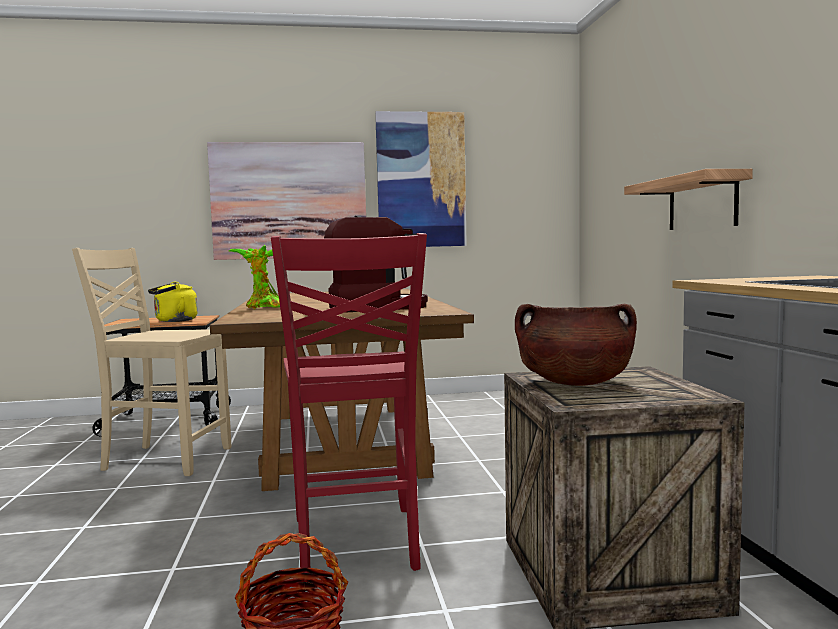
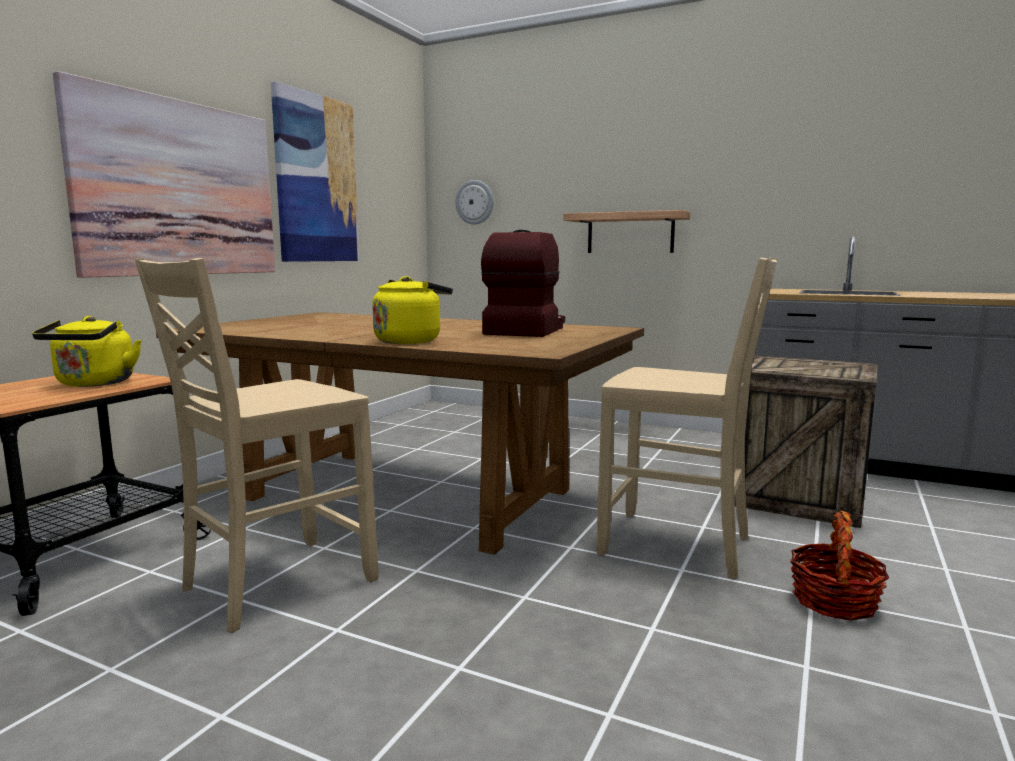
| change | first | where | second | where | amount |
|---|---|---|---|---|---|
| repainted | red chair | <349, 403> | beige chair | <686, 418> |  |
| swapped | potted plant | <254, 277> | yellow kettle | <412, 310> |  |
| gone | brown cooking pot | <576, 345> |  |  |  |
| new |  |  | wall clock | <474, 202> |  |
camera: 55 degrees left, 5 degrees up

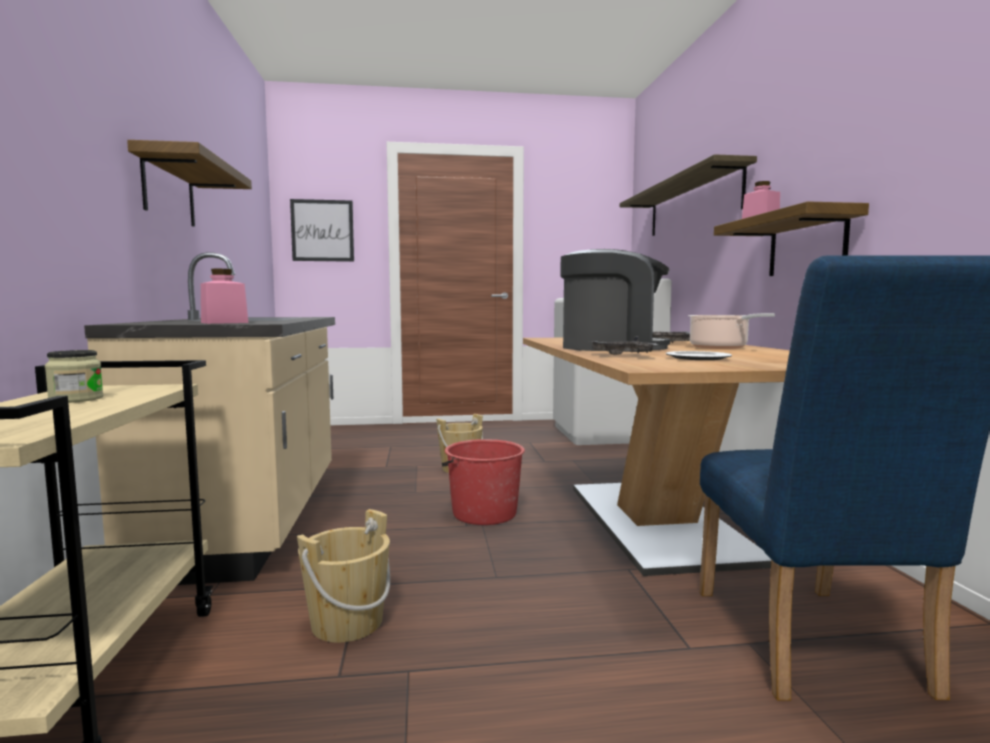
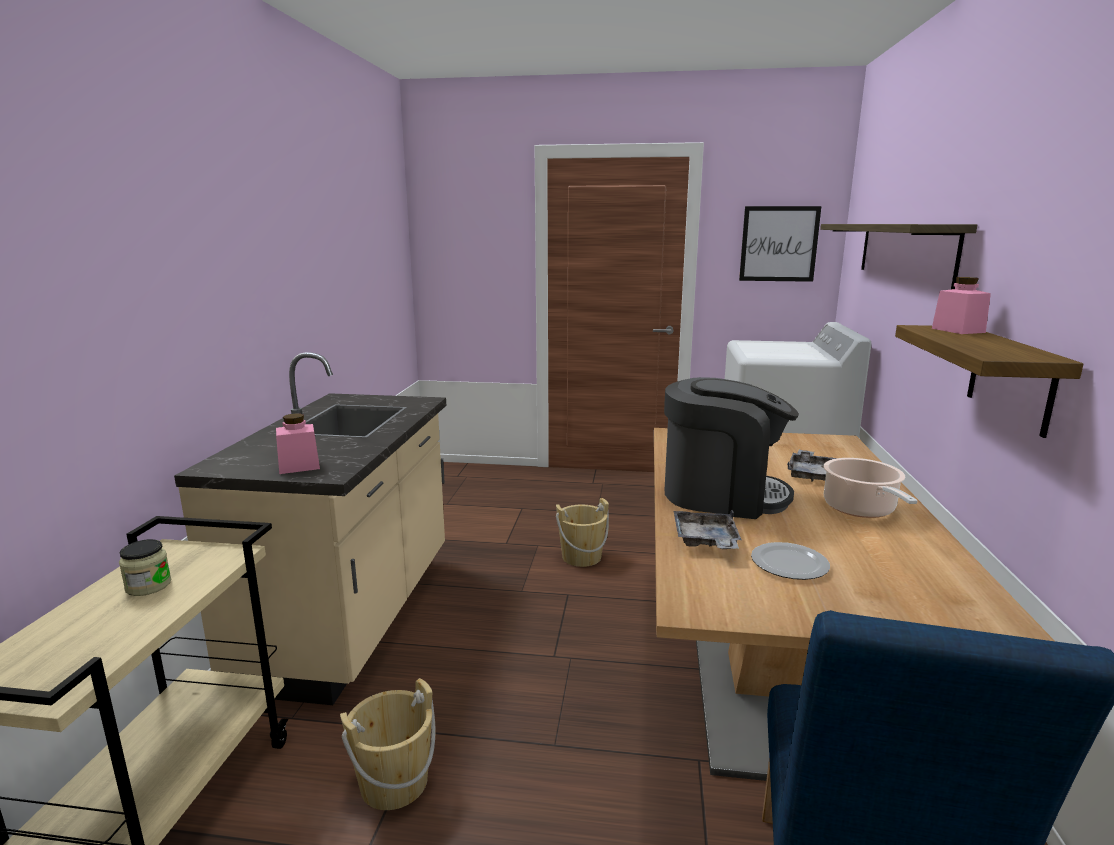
| change | first | where | second | where | amount |
|---|---|---|---|---|---|
| gone | shelf | <189, 183> |  |  |  |
| shifted | picture | <322, 230> |  | <780, 244> |  |
| gone | red bucket | <483, 482> |  |  |  |
camera: 15 degrees right, 10 degrees up

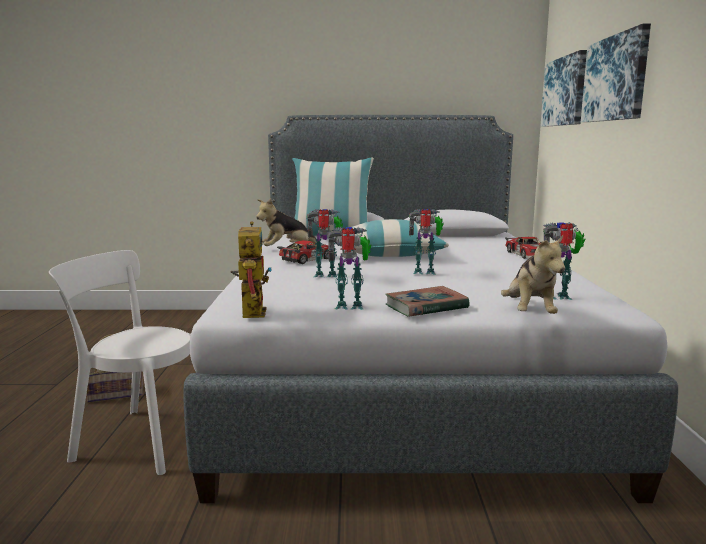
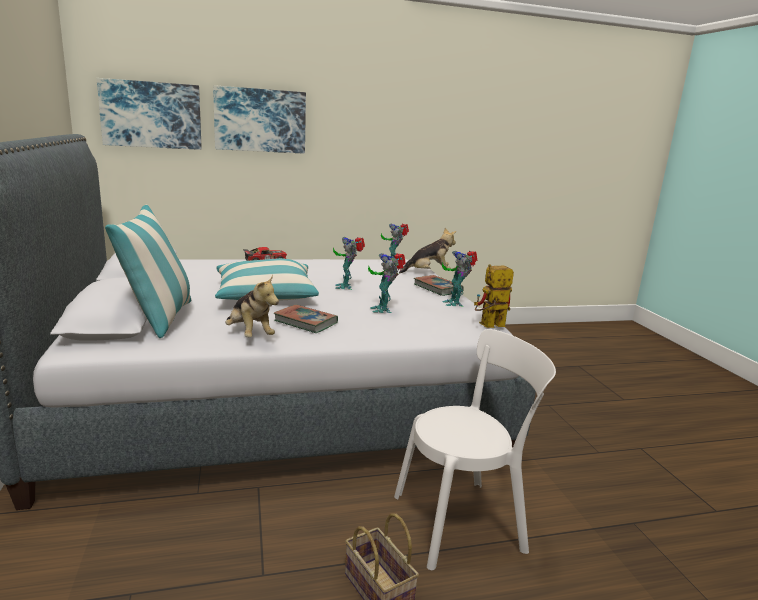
| change | first | where | second | where | amount |
|---|---|---|---|---|---|
| swapped | toy car | <306, 252> | book | <306, 319> |  |
| rotated | white chair | <123, 362> |  | <475, 449> | 105 degrees counterclockwise |
camera: 105 degrees left, 5 degrees up

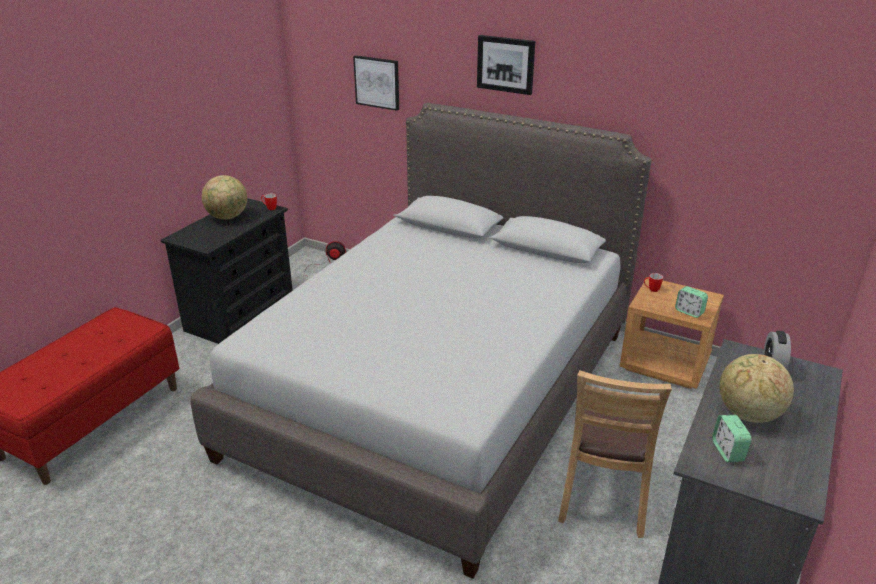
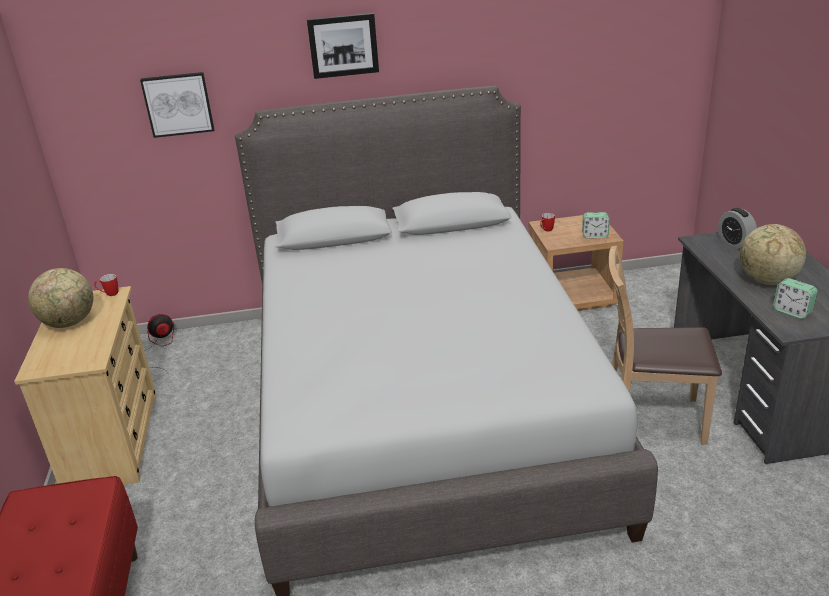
| change | first | where | second | where | amount |
|---|---|---|---|---|---|
| repainted | black dresser | <227, 271> | beige dresser | <85, 385> |  |
| rotated | brown chair | <615, 454> |  | <665, 345> | 120 degrees clockwise |
camera: 35 degrees left, 0 degrees up

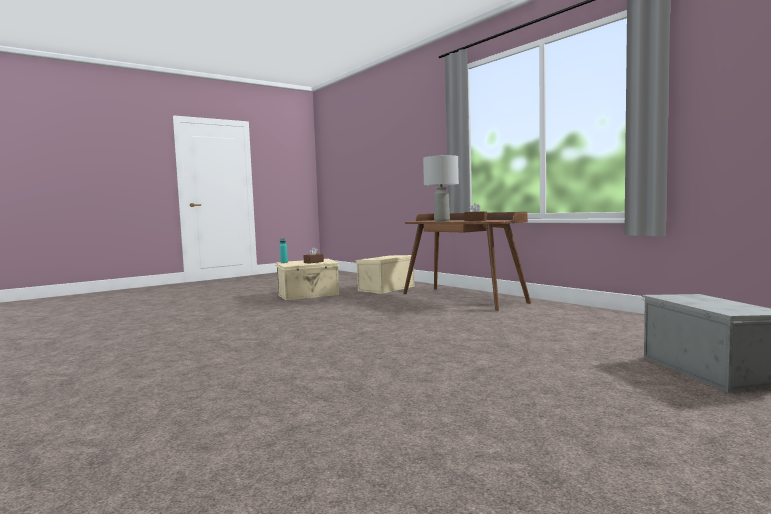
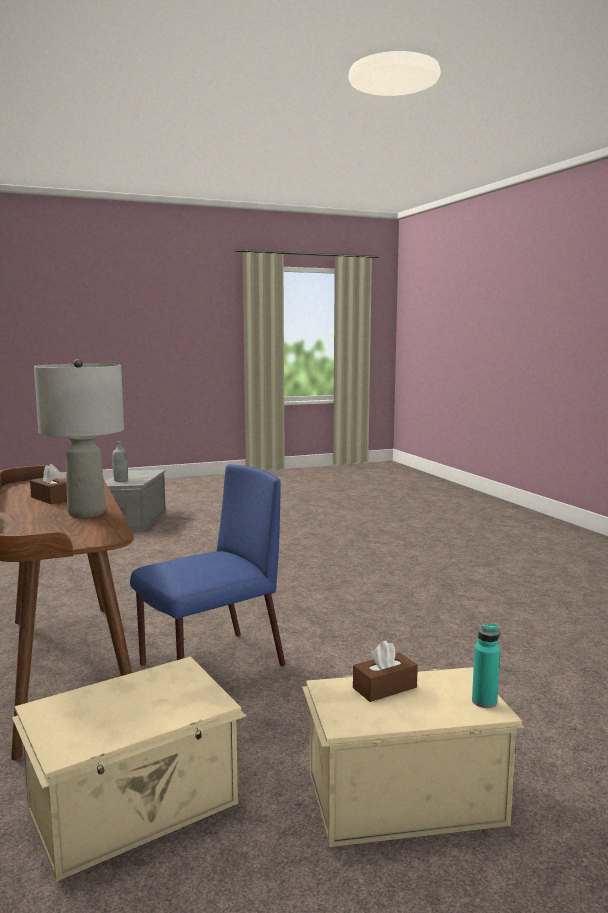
| change | first | where | second | where | amount |
|---|---|---|---|---|---|
| new |  |  | grey bottle | <120, 461> |  |
| new |  |  | blue chair | <207, 565> |  |
camera: 165 degrees left, 5 degrees up

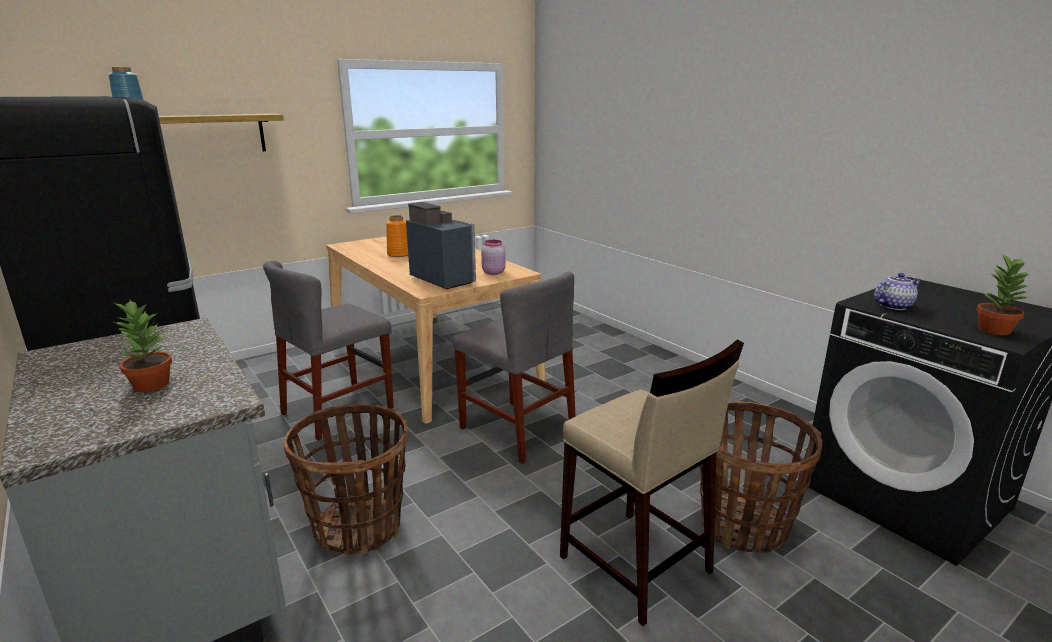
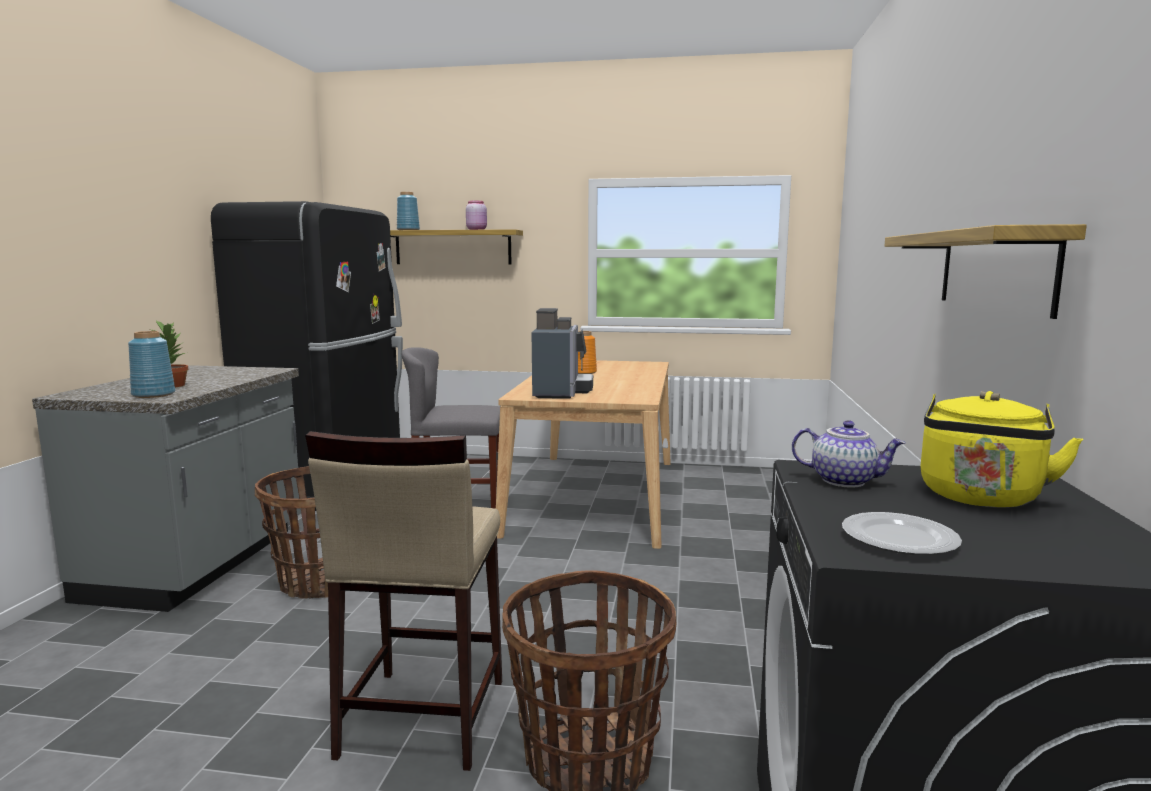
| change | first | where | second | where | amount |
|---|---|---|---|---|---|
| shifted | pink jar | <493, 257> |  | <476, 215> |  |
| swapped | potted plant | <1002, 294> | plate | <902, 533> |  |
| gone | grey chair | <514, 367> |  |  |  |
| new |  |  | shelf | <985, 271> |  |
| new |  |  | blue vase | <151, 364> |  |
| new |  |  | yellow kettle | <1002, 449> |  |
camera: 45 degrees right, 10 degrees down

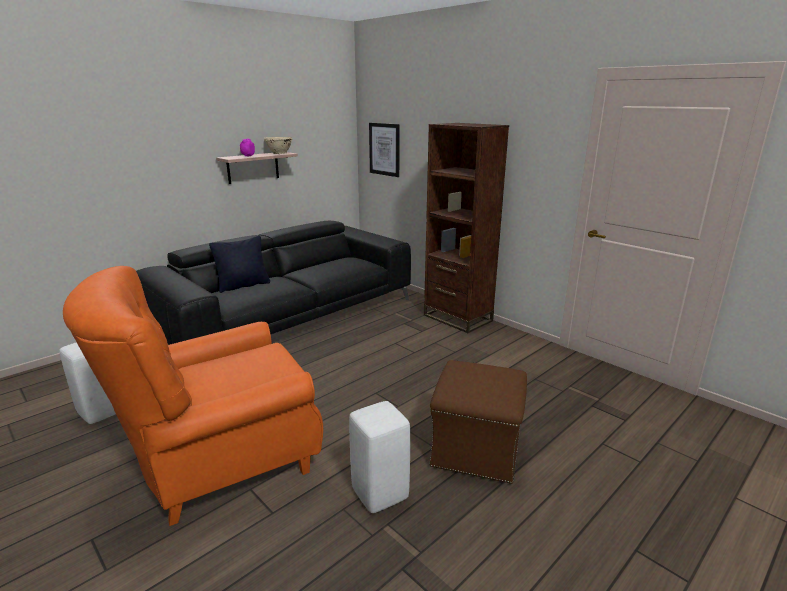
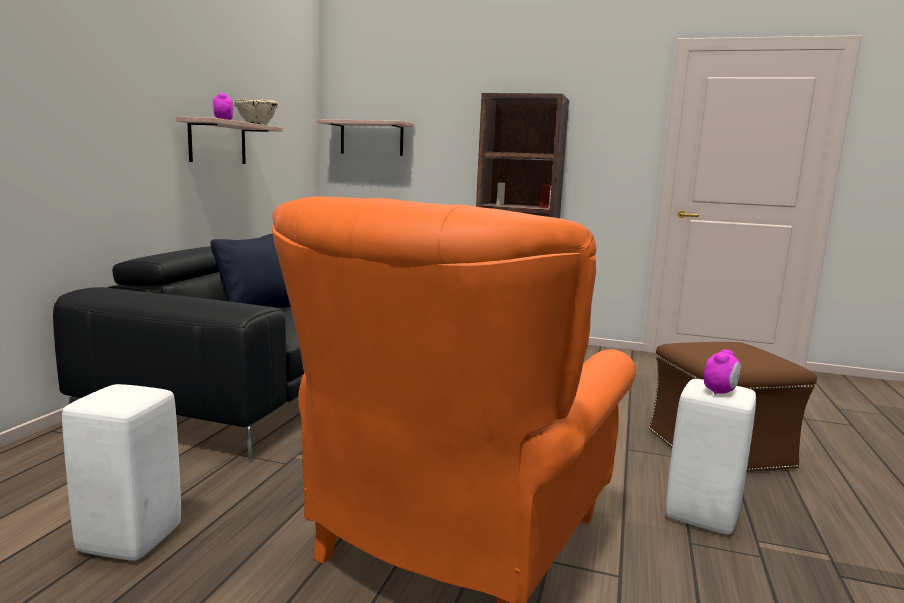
| change | first | where | second | where | amount |
|---|---|---|---|---|---|
| swapped | picture | <384, 150> | shelf | <366, 137> |  |
| new |  |  | alarm clock | <722, 372> |  |
camera: 30 degrees left, 10 degrees down

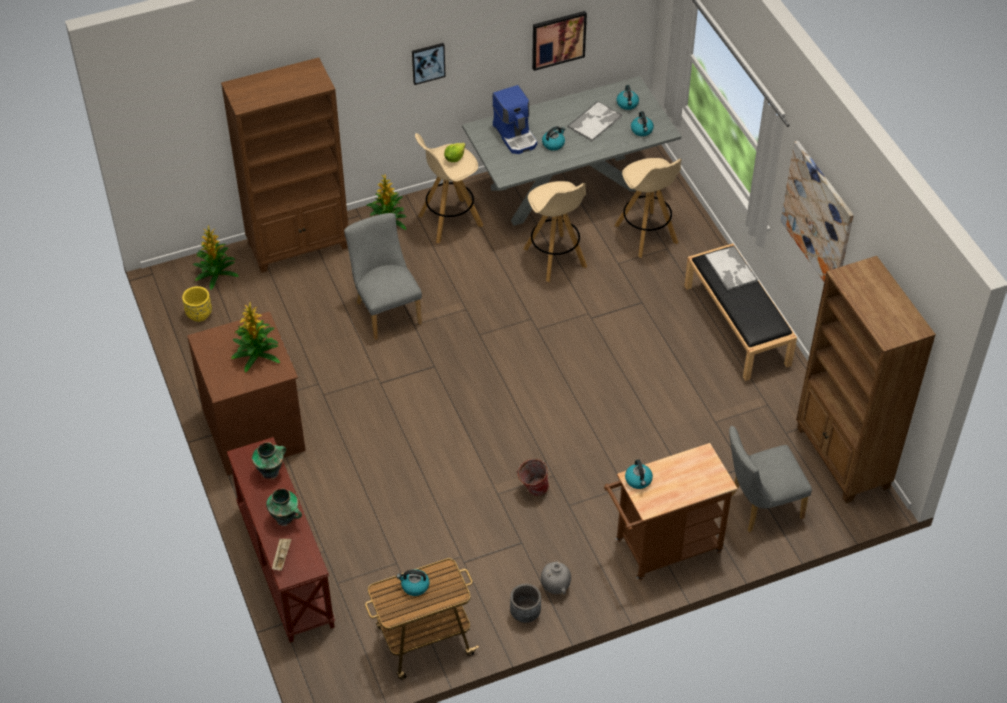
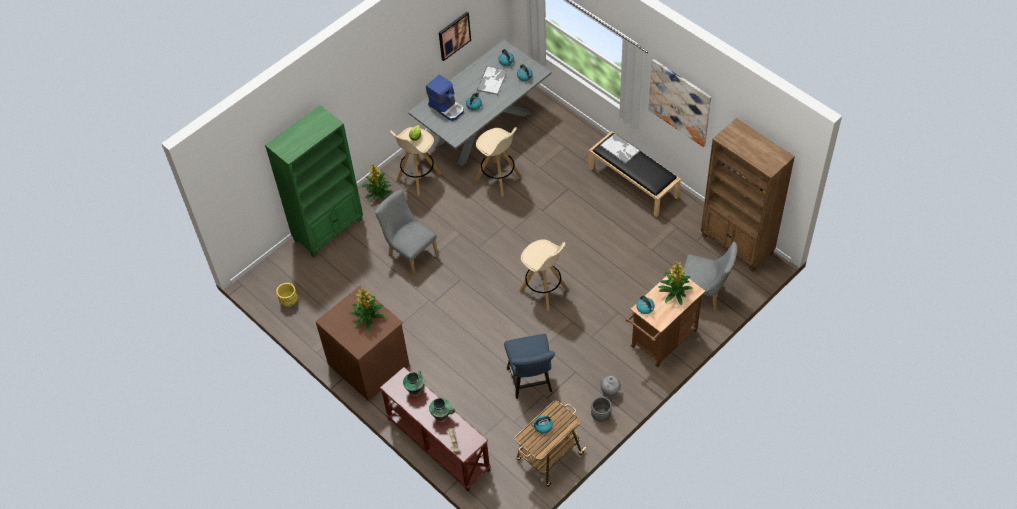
| change | first | where | second | where | amount |
|---|---|---|---|---|---|
| gone | picture | <429, 64> |  |  |  |
| repainted | brown bookcase | <284, 165> | green bookcase | <314, 181> |  |
| shifted | beige stool | <648, 208> |  | <543, 275> |  |
| shifted | potted plant | <216, 257> |  | <675, 283> |  |
| rotated | grey chair | <770, 479> |  | <710, 276> | 120 degrees counterclockwise |
| gone | bucket | <533, 477> |  |  |  |
| new |  |  | blue chair | <529, 366> |  |
camera: 20 degrees left, 5 degrees up

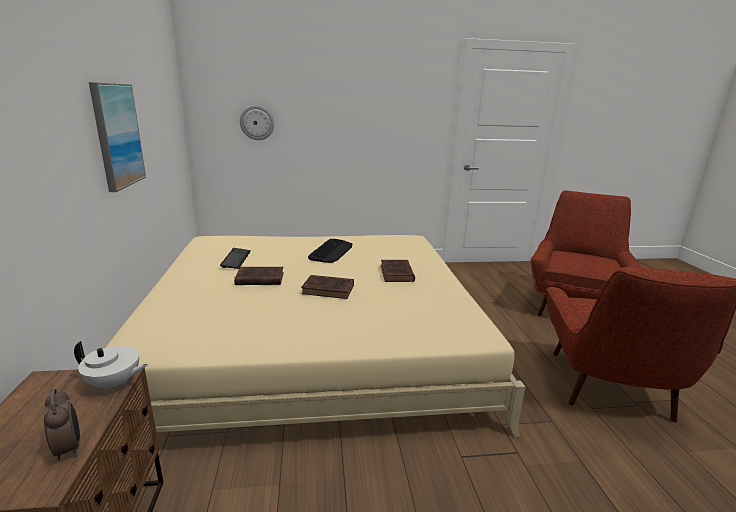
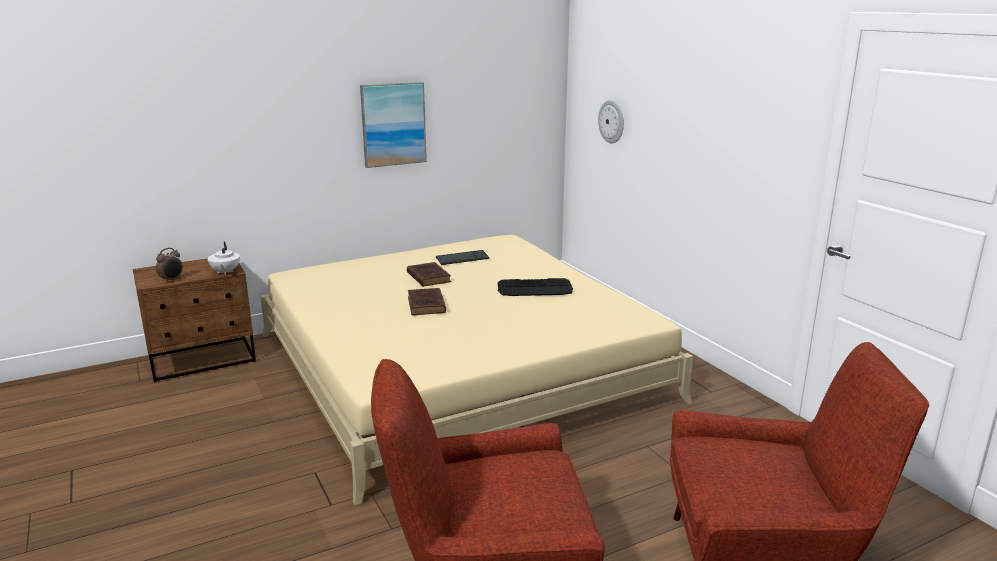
| change | first | where | second | where | amount |
|---|---|---|---|---|---|
| gone | brown book | <398, 271> |  |  |  |
camera: 70 degrees right, 0 degrees up

